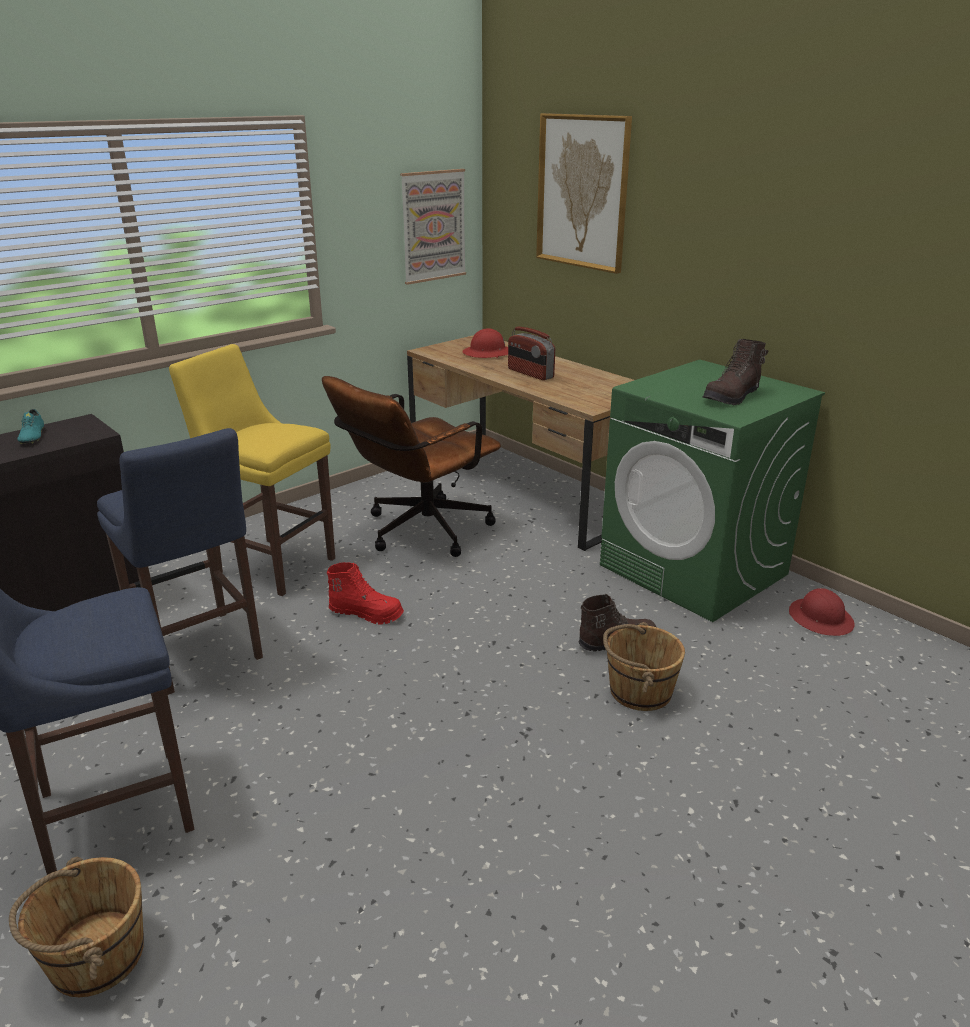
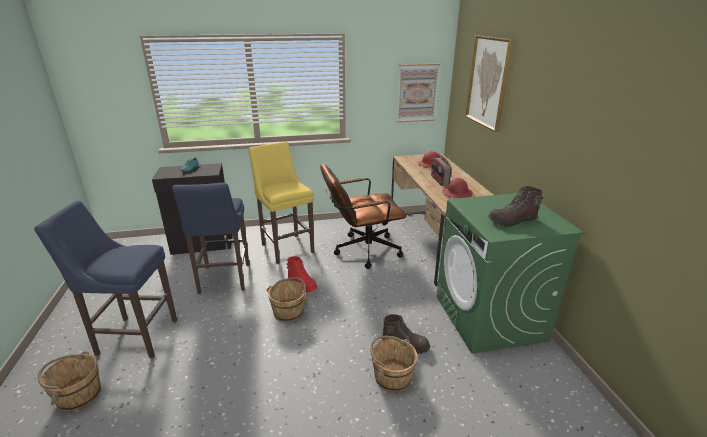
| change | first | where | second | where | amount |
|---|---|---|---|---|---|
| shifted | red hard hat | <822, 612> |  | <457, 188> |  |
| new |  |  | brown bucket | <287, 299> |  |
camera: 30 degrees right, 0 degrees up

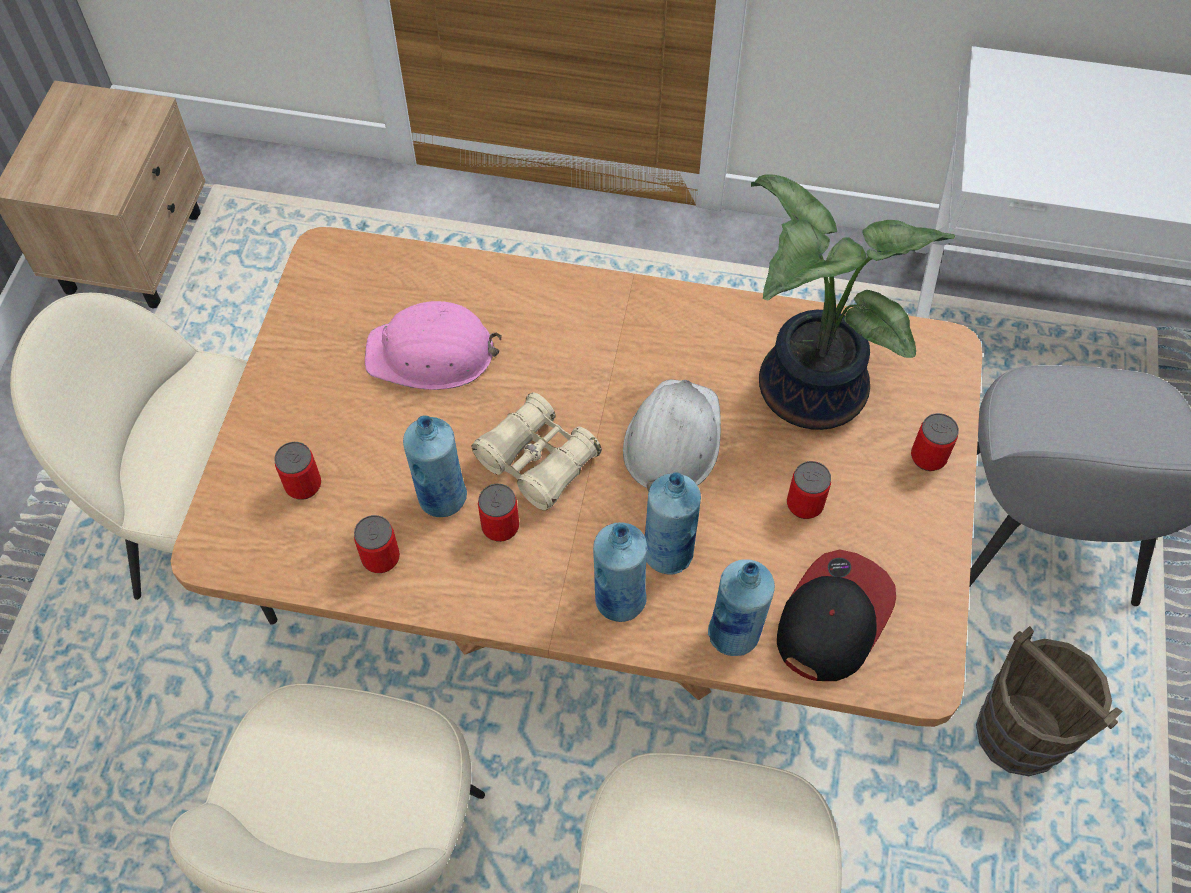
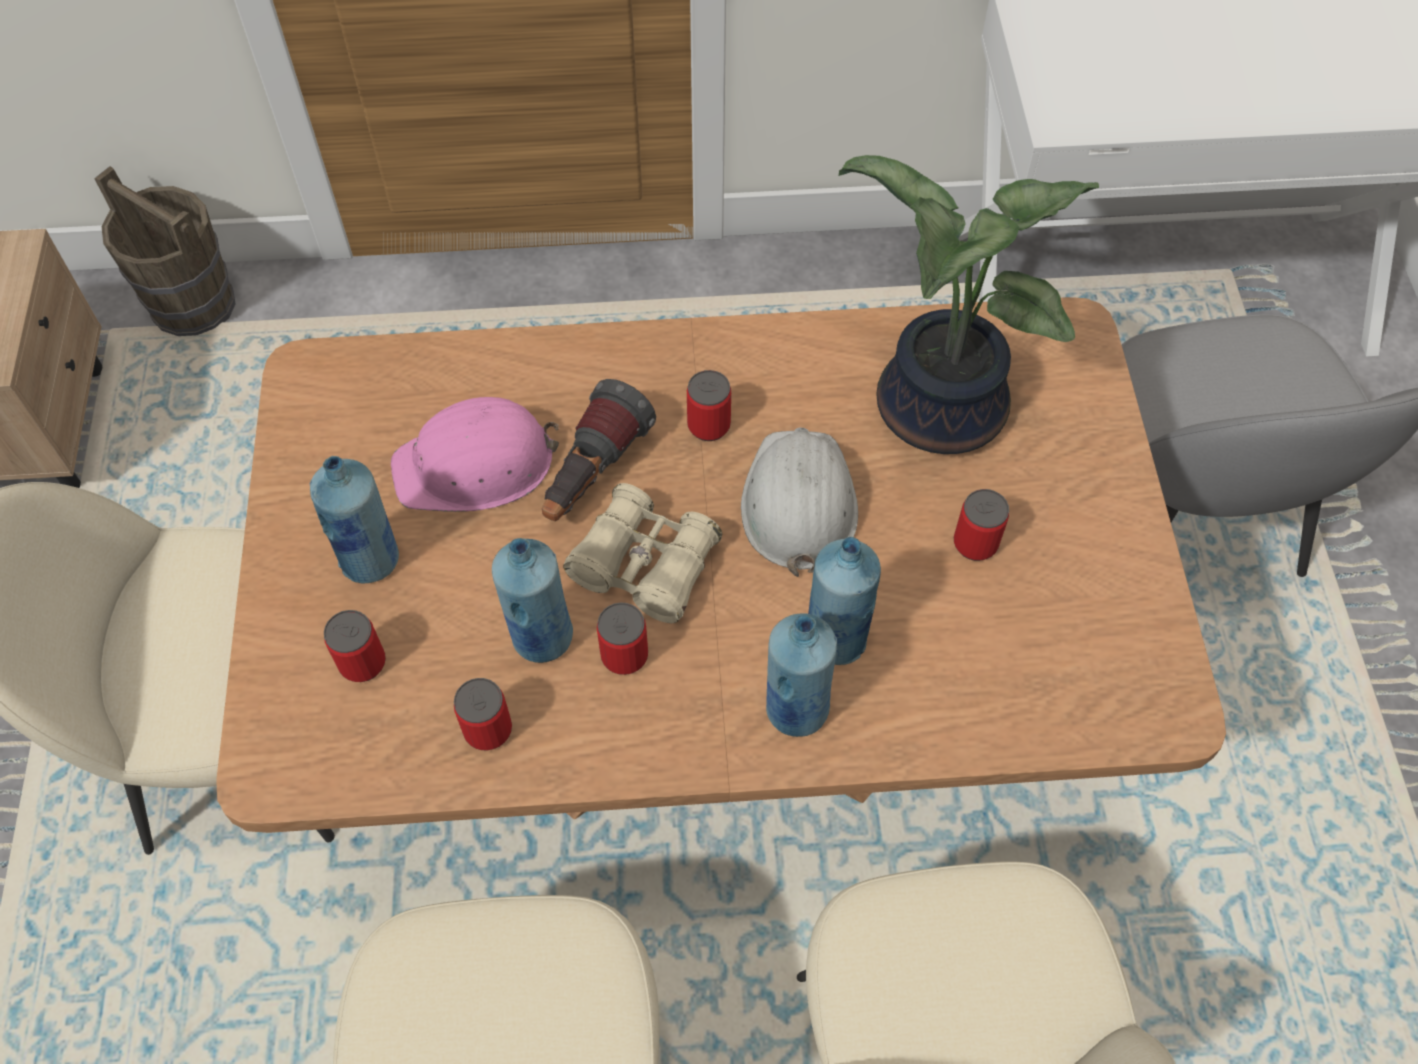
| change | first | where | second | where | amount |
|---|---|---|---|---|---|
| shifted | can | <935, 442> |  | <709, 405> |  |
| gone | cap | <836, 615> |  |  |  |
| shifted | blue bottle | <741, 607> |  | <354, 519> |  |
| shifted | brown bucket | <1049, 701> |  | <165, 251> |  |
| new |  |  | flashlight | <599, 450> |  |
camera: 15 degrees left, 0 degrees up

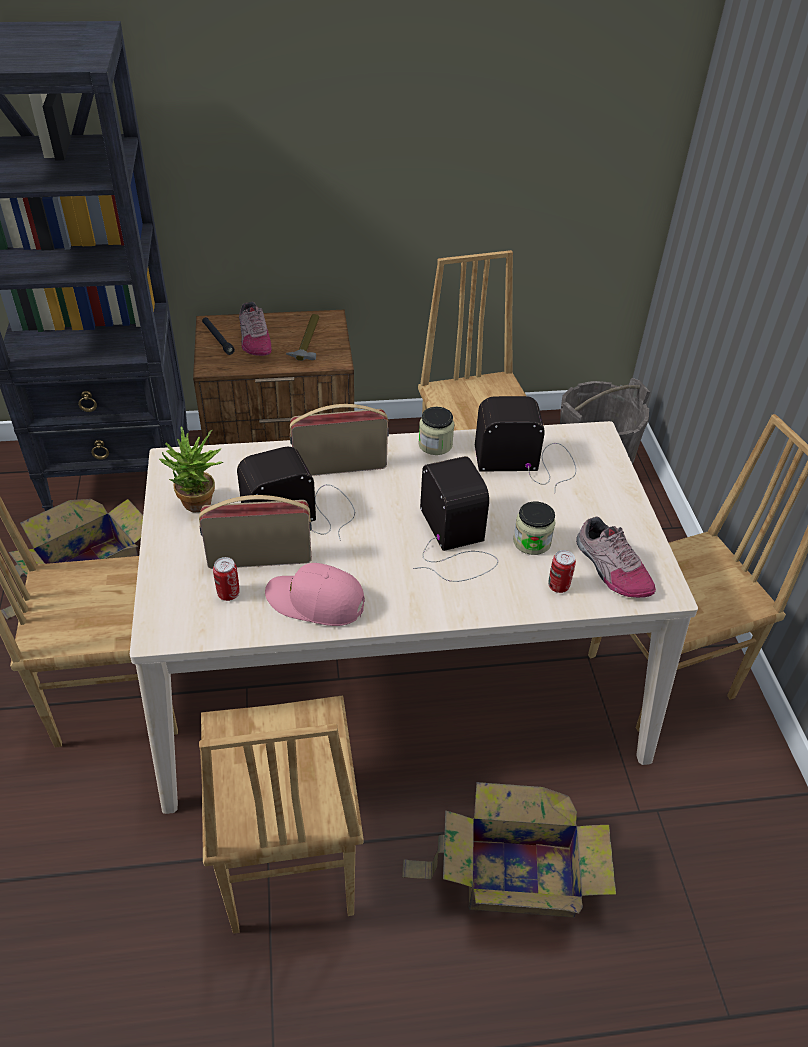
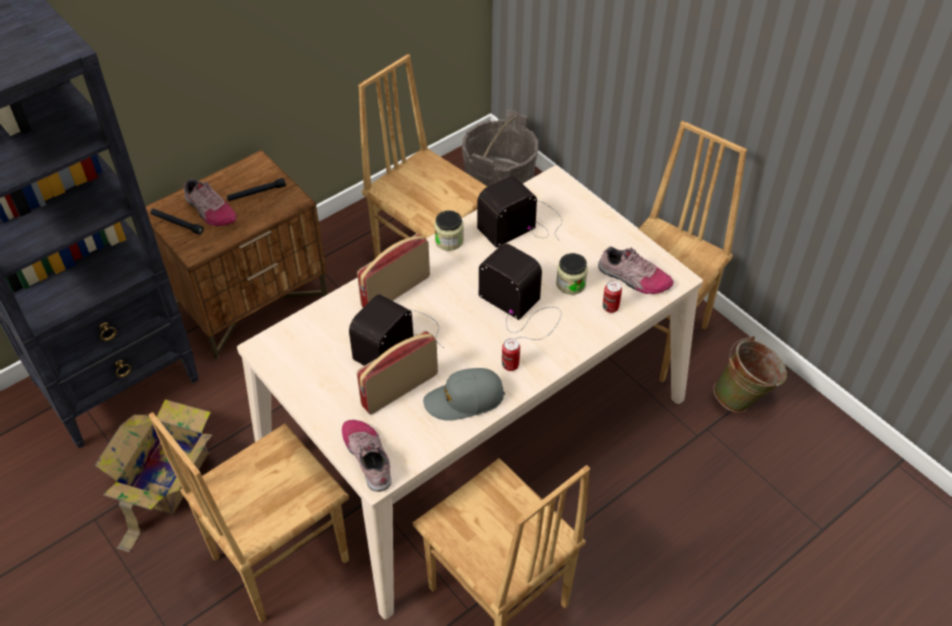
| change | first | where | second | where | amount |
|---|---|---|---|---|---|
| swapped | hammer | <302, 337> | black flashlight | <256, 189> |  |
| gone | potted plant | <191, 469> |  |  |  |
| shifted | can | <226, 579> |  | <511, 354> |  |
| repainted | pink cap | <315, 594> | grey cap | <464, 394> |  |
| gone | cardboard box | <509, 850> |  |  |  |
| new |  |  | green bucket | <750, 374> |  |
| new |  |  | shoe | <366, 456> |  |
camera: 30 degrees left, 5 degrees up

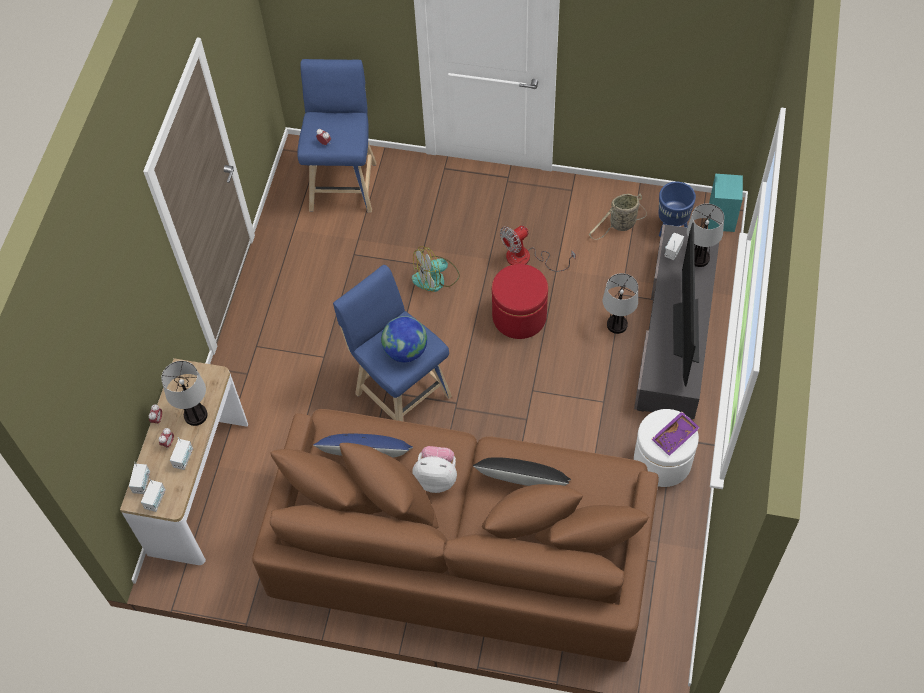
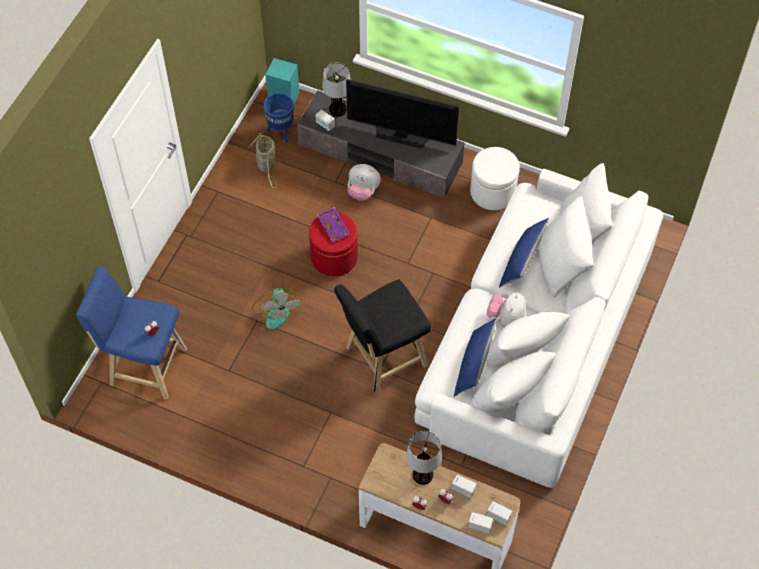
| change | first | where | second | where | amount |
|---|---|---|---|---|---|
| gone | fan | <538, 249> |  |  |  |
| repainted | blue stool | <392, 343> | black stool | <382, 336> |  |
| swapped | table lamp | <620, 303> | plush toy | <364, 182> |  |
| gone | globe | <404, 339> |  |  |  |
| repainted | brown sofa | <455, 535> | white sofa | <539, 325> |  |
| shifted | purple tray | <676, 434> |  | <333, 224> |  |
| repainted | black pillow | <522, 471> | blue pillow | <524, 253> |  |
camera: 80 degrees left, 0 degrees up

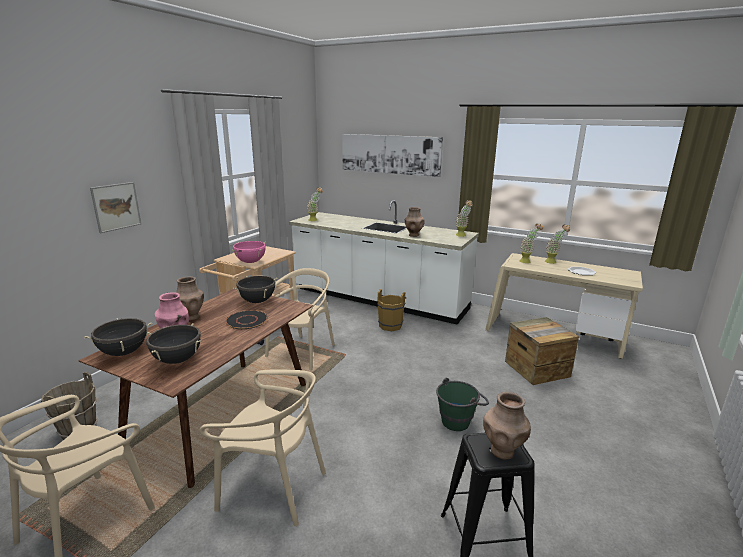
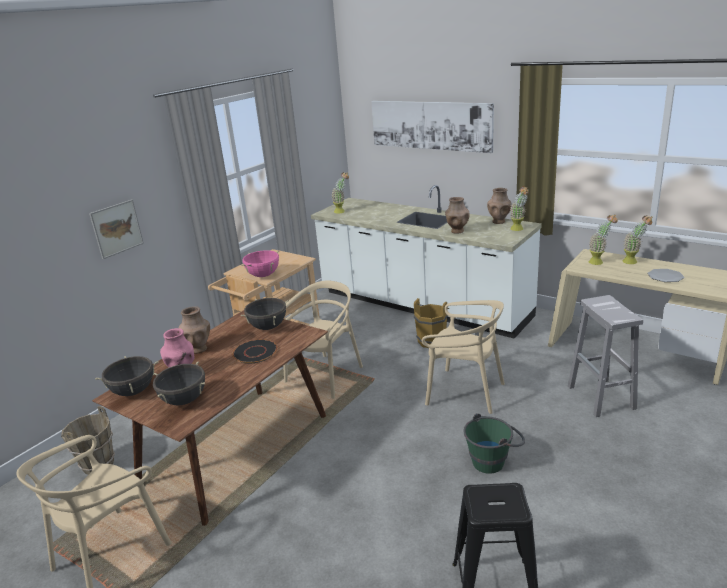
| change | first | where | second | where | amount |
|---|---|---|---|---|---|
| swapped | crate | <542, 351> | white stool | <605, 356> |  |
| shifted | beige chair | <263, 448> |  | <463, 357> |  |
| shifted | brown vase | <507, 425> |  | <499, 206> |  |
camera: 10 degrees right, 5 degrees up

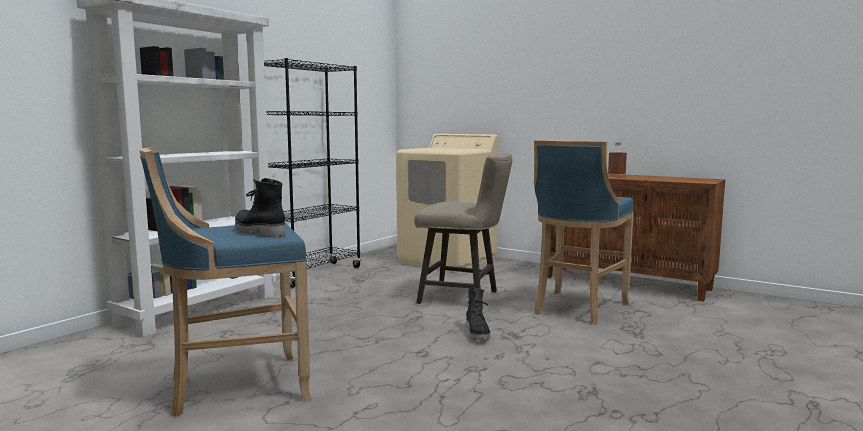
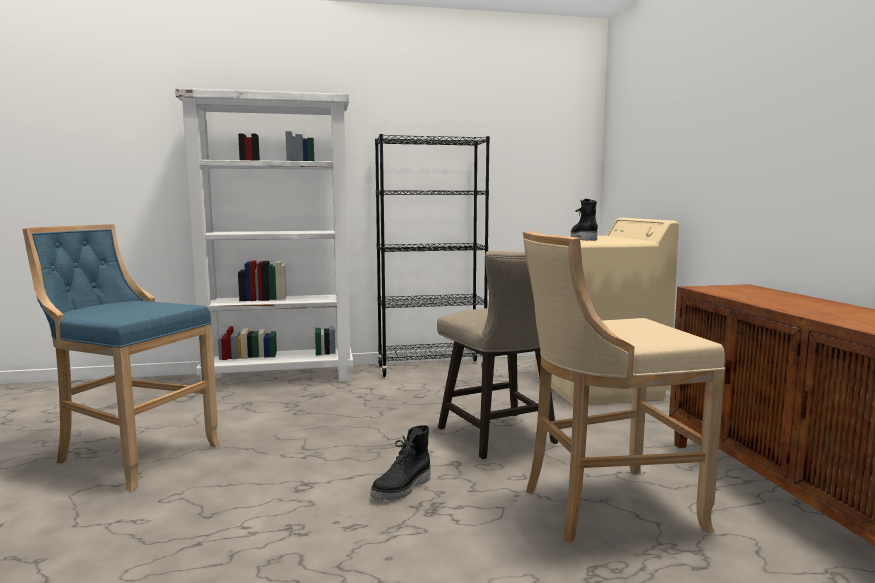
| change | first | where | second | where | amount |
|---|---|---|---|---|---|
| repainted | blue stool | <584, 232> | beige stool | <624, 387> |  |
| gone | brown bottle | <617, 160> |  |  |  |
| shifted | black boot | <260, 208> |  | <584, 220> |  |
camera: 45 degrees right, 0 degrees up

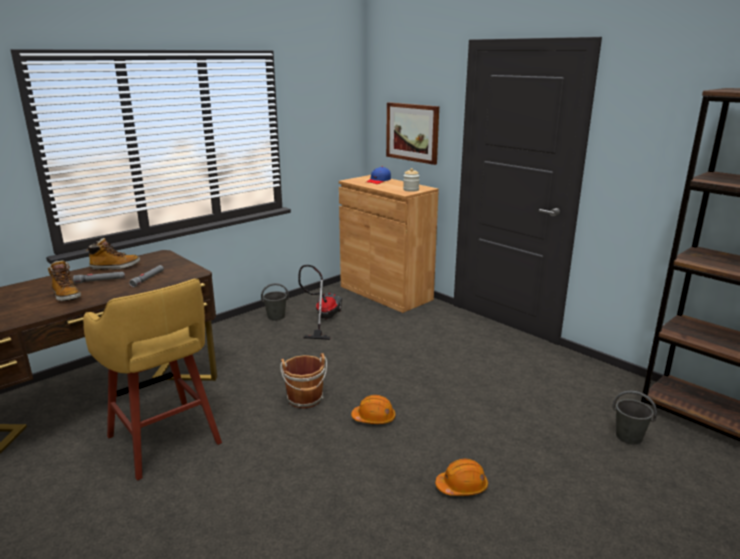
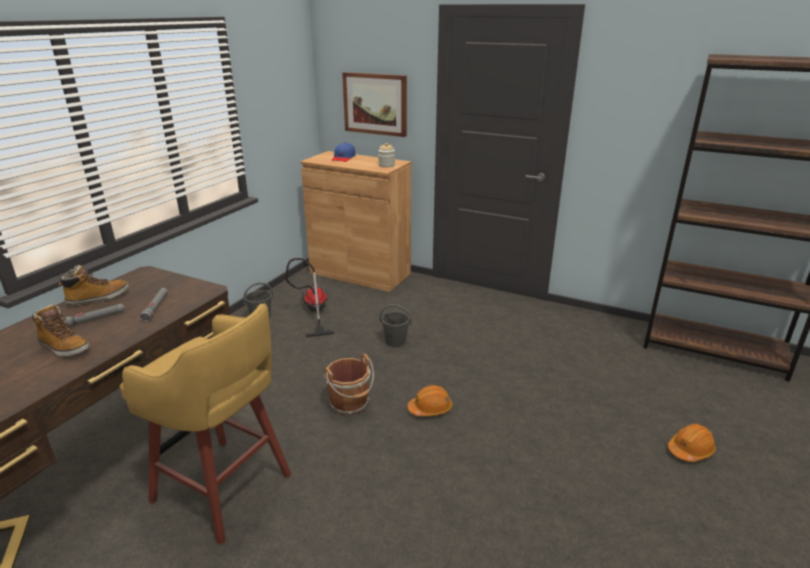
| change | first | where | second | where | amount |
|---|---|---|---|---|---|
| shifted | grey bucket | <635, 418> |  | <396, 325> |  |
| shifted | orange hard hat | <461, 477> |  | <692, 443> |  |
camera: 20 degrees left, 5 degrees up

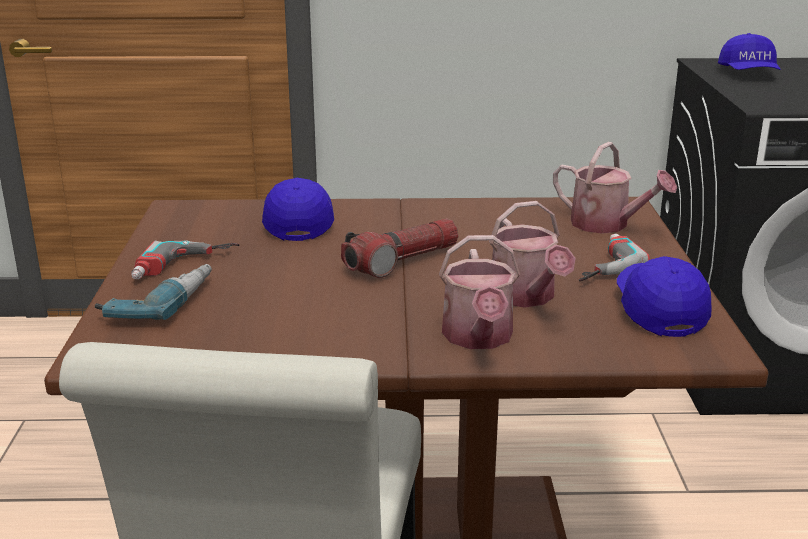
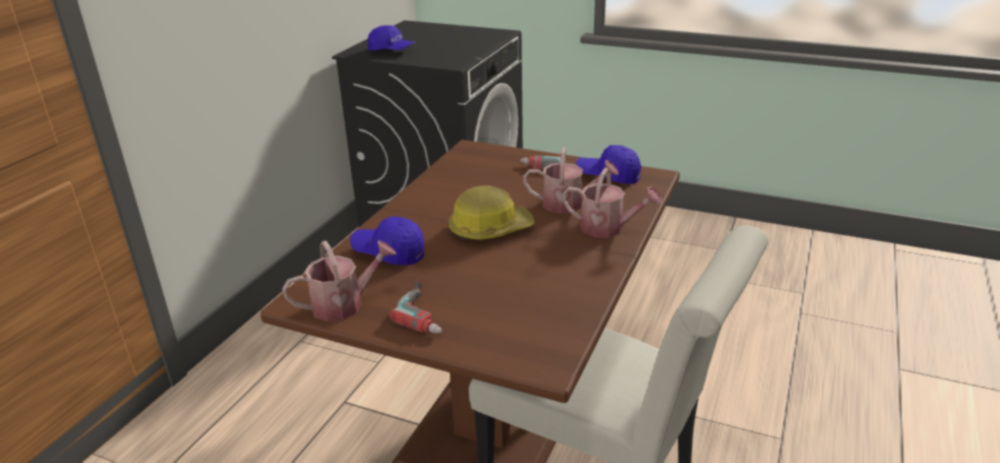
| change | first | where | second | where | amount |
|---|---|---|---|---|---|
| shifted | watering can | <615, 188> |  | <339, 280> |  |
| swapped | flashlight | <399, 248> | hard hat | <492, 213> |  |
| gone | power drill | <153, 292> |  |  |  |
camera: 65 degrees left, 5 degrees up

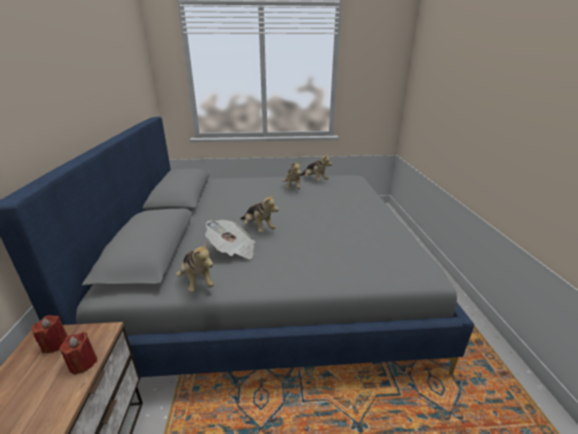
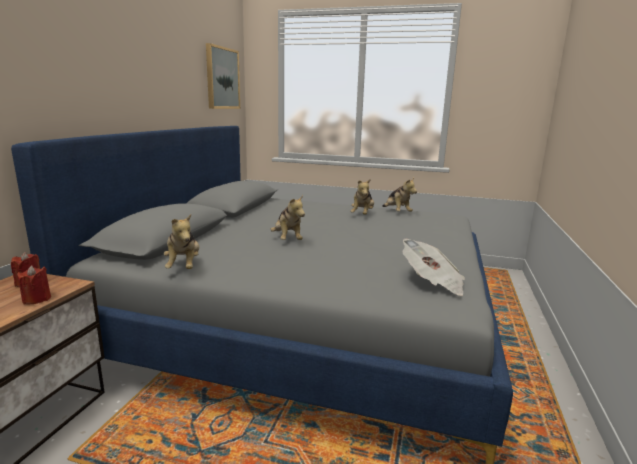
| change | first | where | second | where | amount |
|---|---|---|---|---|---|
| shifted | newspaper | <230, 239> |  | <433, 267> |  |
| new |  |  | picture | <223, 76> |  |
camera: 20 degrees right, 10 degrees down

